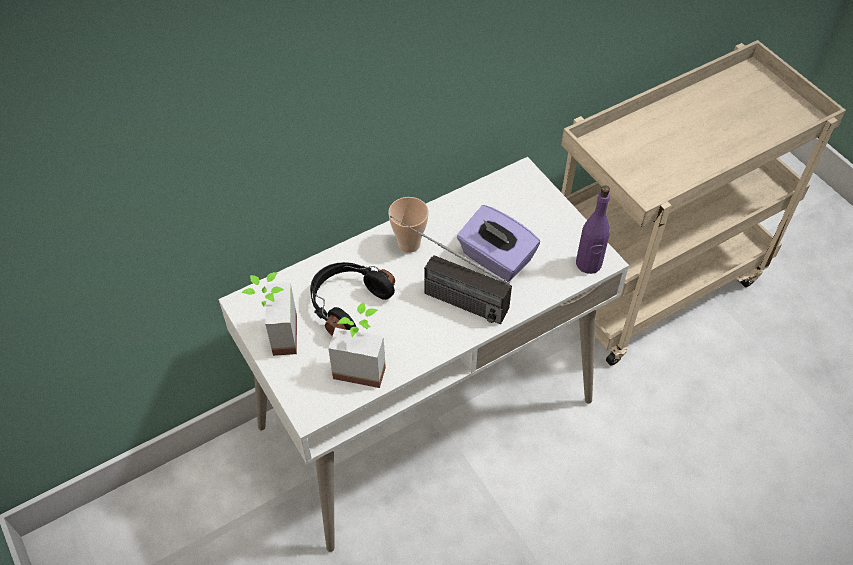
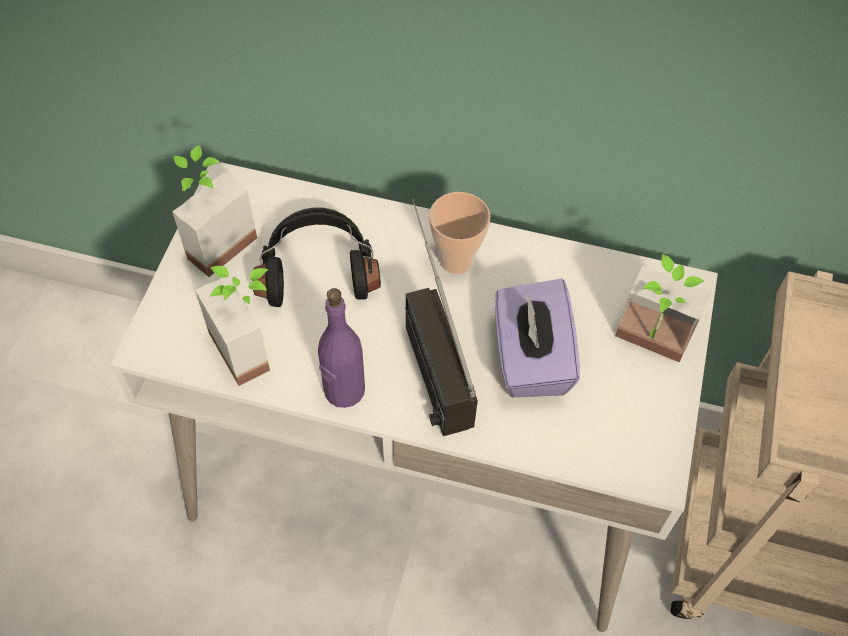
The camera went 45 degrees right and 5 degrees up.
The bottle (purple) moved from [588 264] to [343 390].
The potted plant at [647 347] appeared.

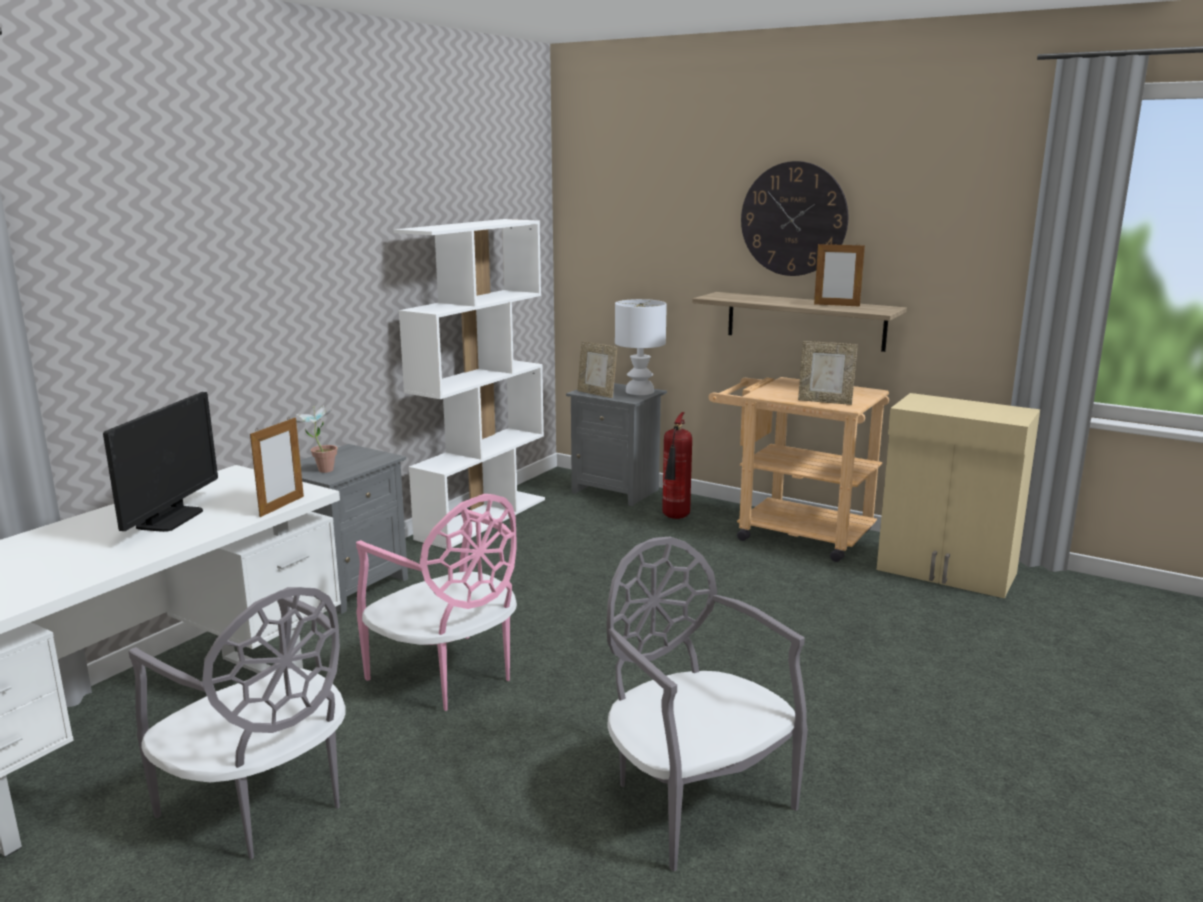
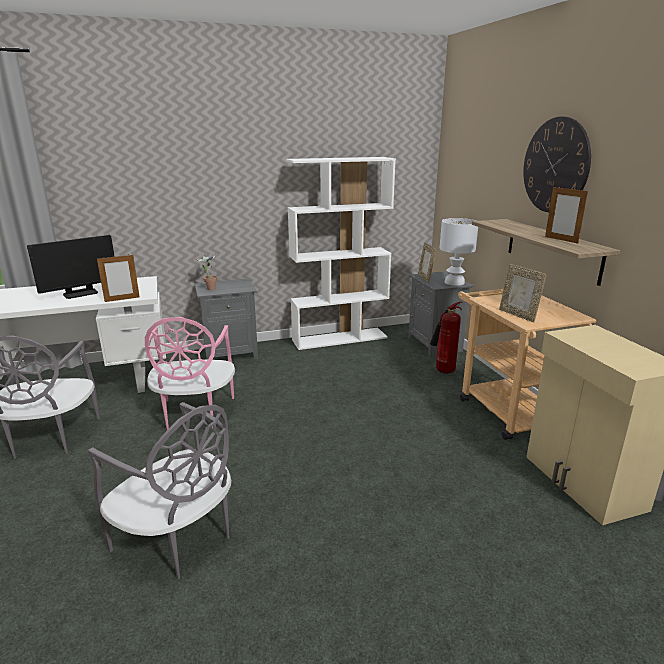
The camera went 40 degrees right and 5 degrees up.
The chair (grey) at [694 800] turned 120 degrees clockwise.

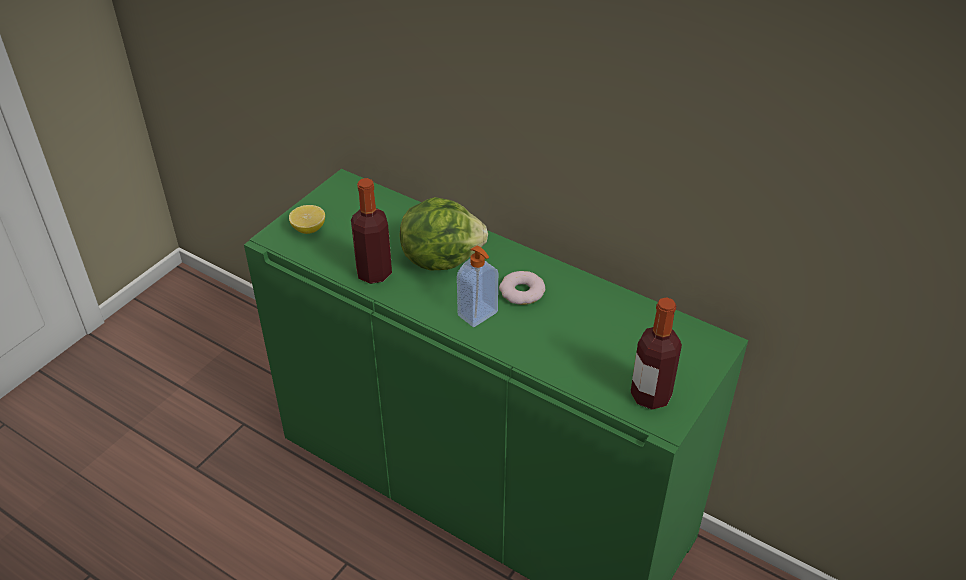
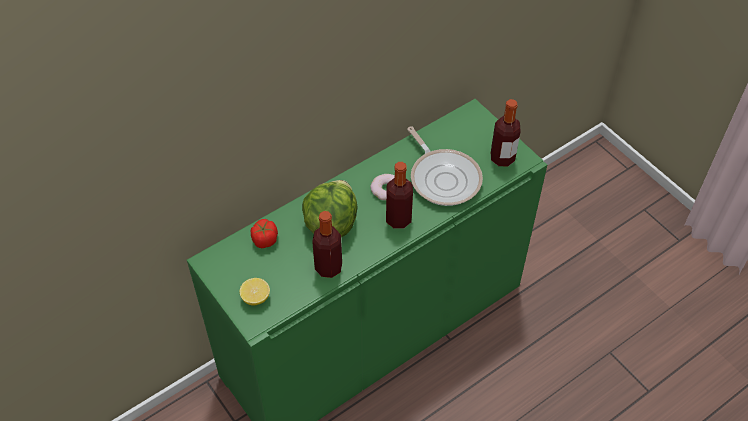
The camera went 70 degrees left and 10 degrees up.
The tomato at [265 240] appeared.
The soap dispenser at [478 315] was replaced by the bottle at [398 219].
The frying pan at [443 178] appeared.

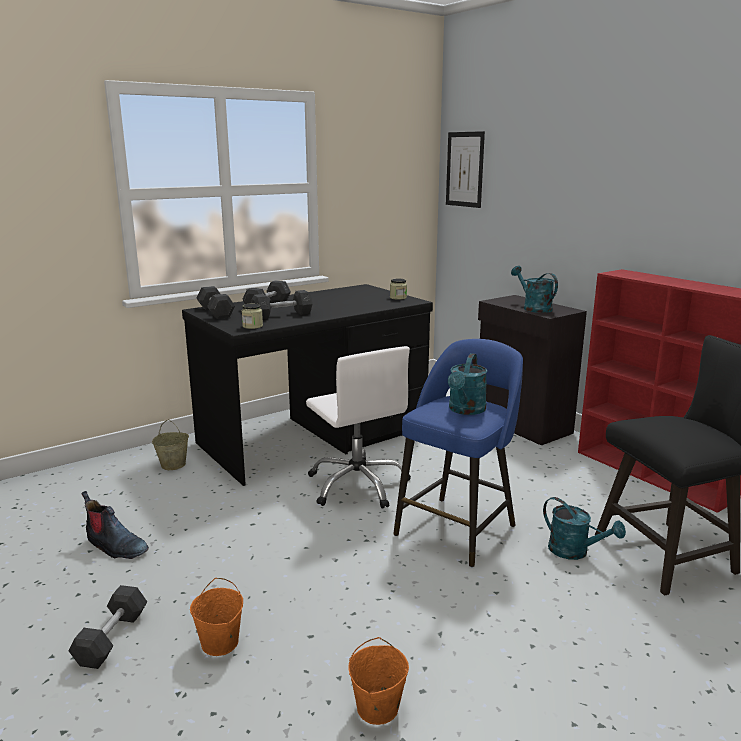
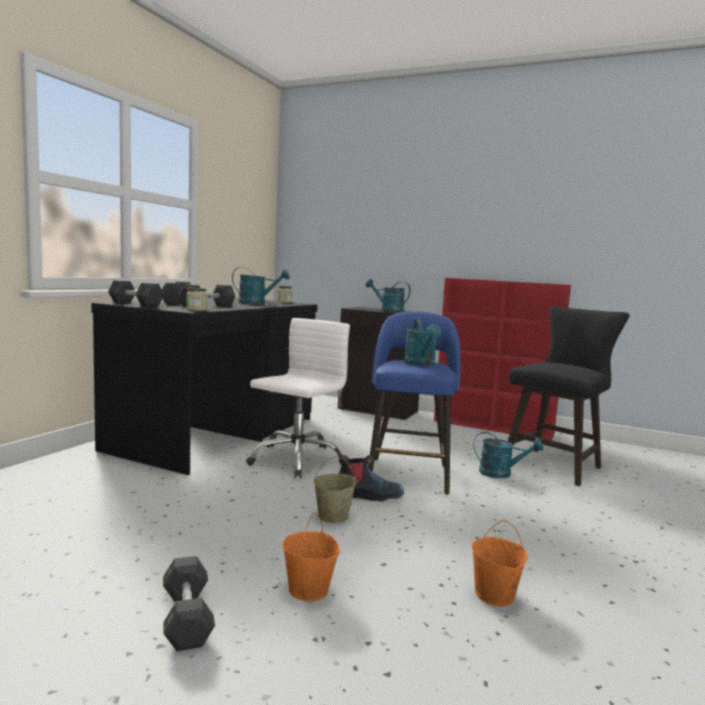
The camera went 30 degrees left and 10 degrees down.
The watering can (turquoise) at [257 303] appeared.
The office chair (white) at [358 485] turned 90 degrees counterclockwise.
The bucket (beige) moved from [174 465] to [333 516].
The boot moved from [115 546] to [368 495].
The picture at [464 169] disappeared.

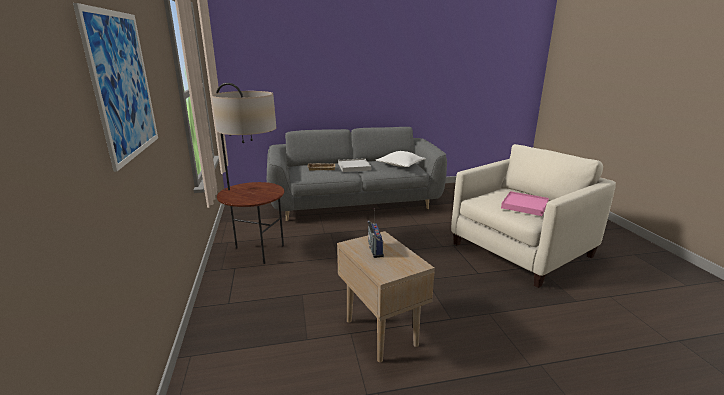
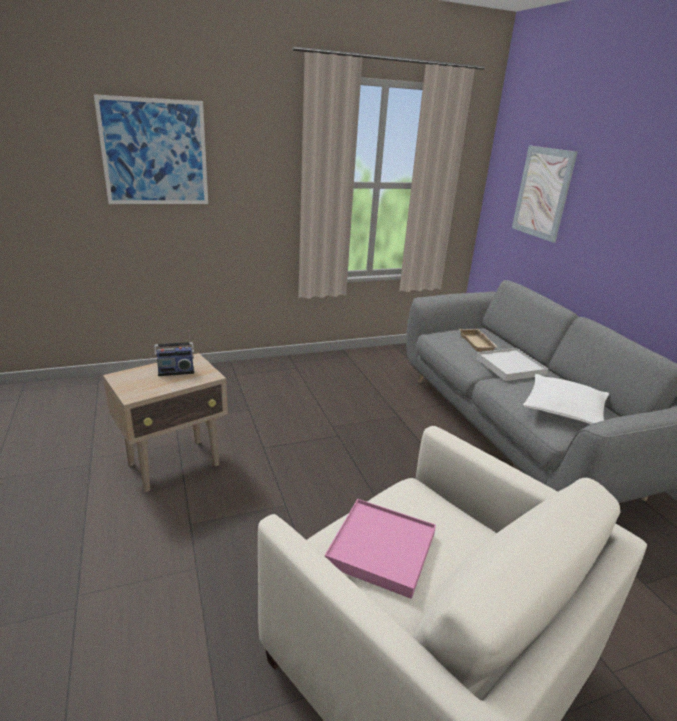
The camera went 80 degrees right and 5 degrees up.
The picture at [542 193] appeared.
The floor lamp at [257 251] disappeared.

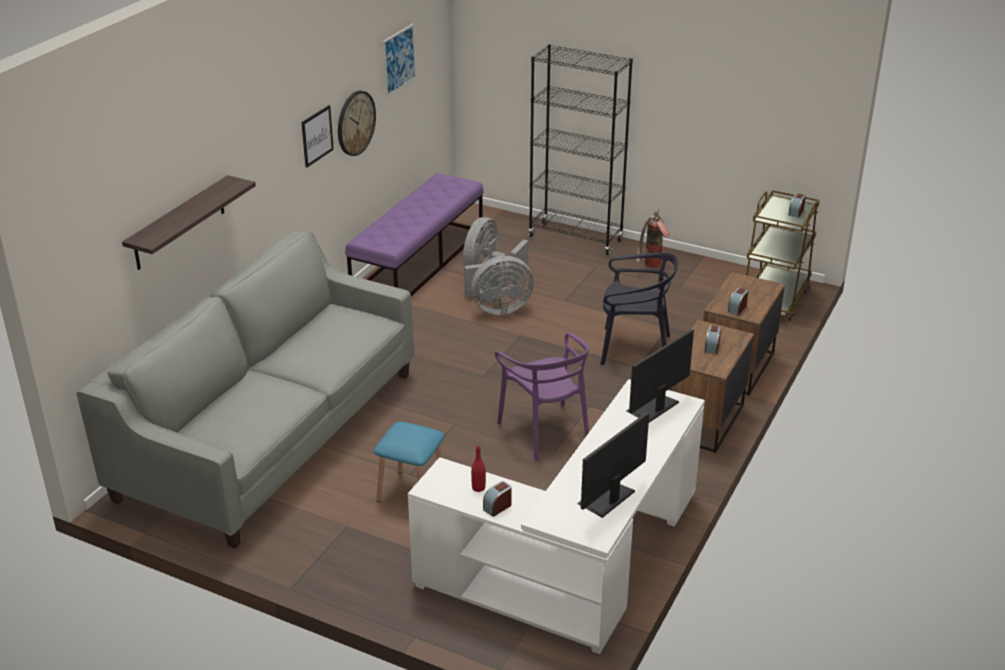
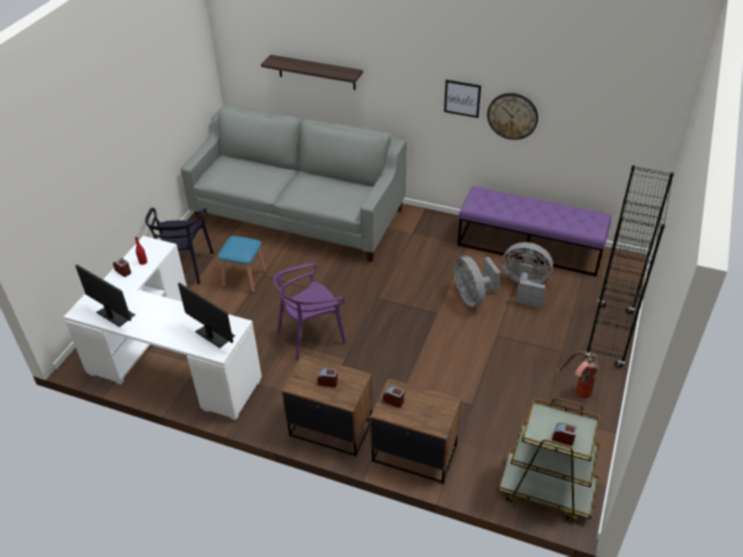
The camera went 85 degrees right and 10 degrees up.
The chair (black) moved from [634 348] to [185 267].
The picture at [399 60] disappeared.

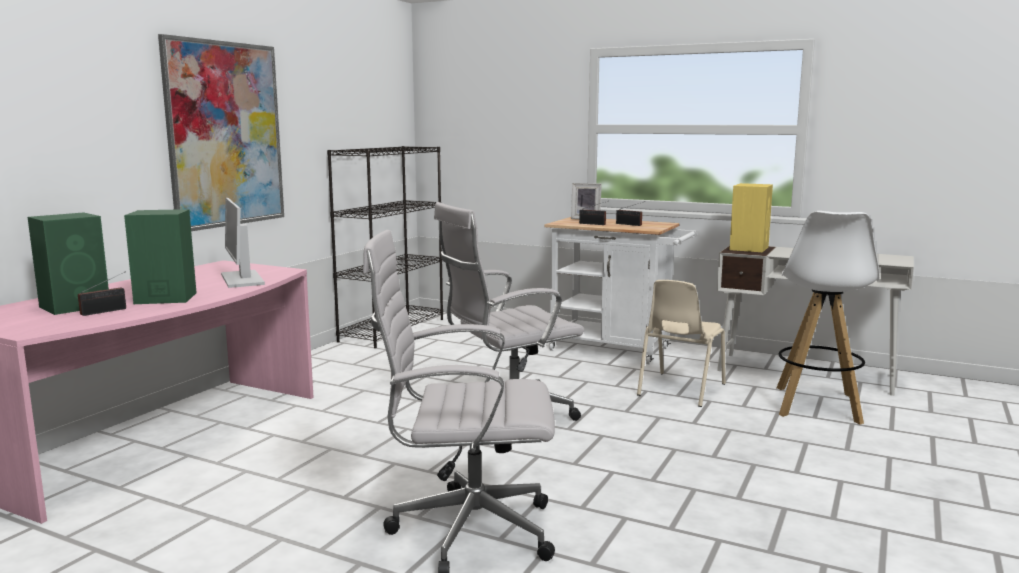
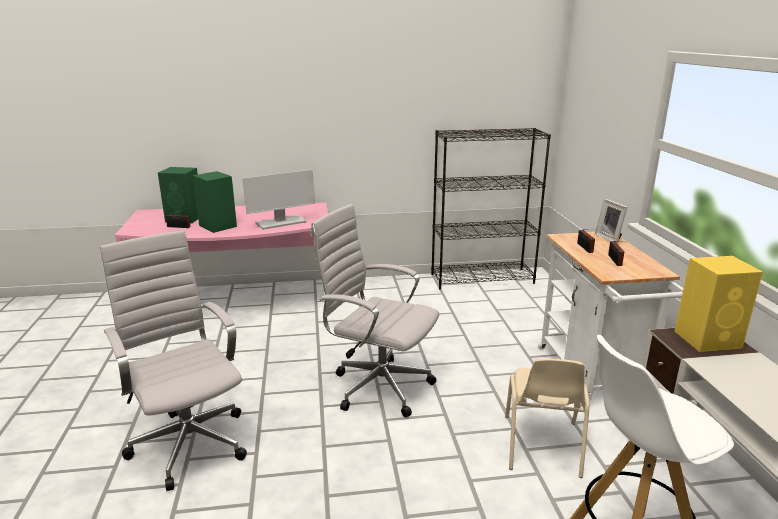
The camera went 55 degrees right and 10 degrees up.
The monitor at [241 279] turned 150 degrees counterclockwise.
The chair (beige) at [679 390] turned 75 degrees counterclockwise.
The picture at [225 134] disappeared.

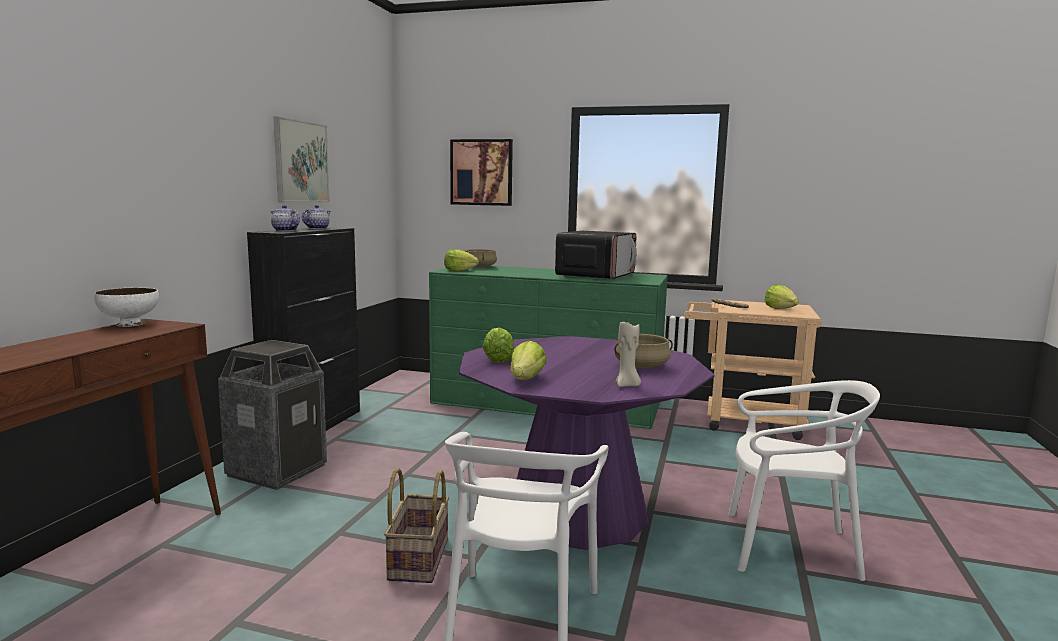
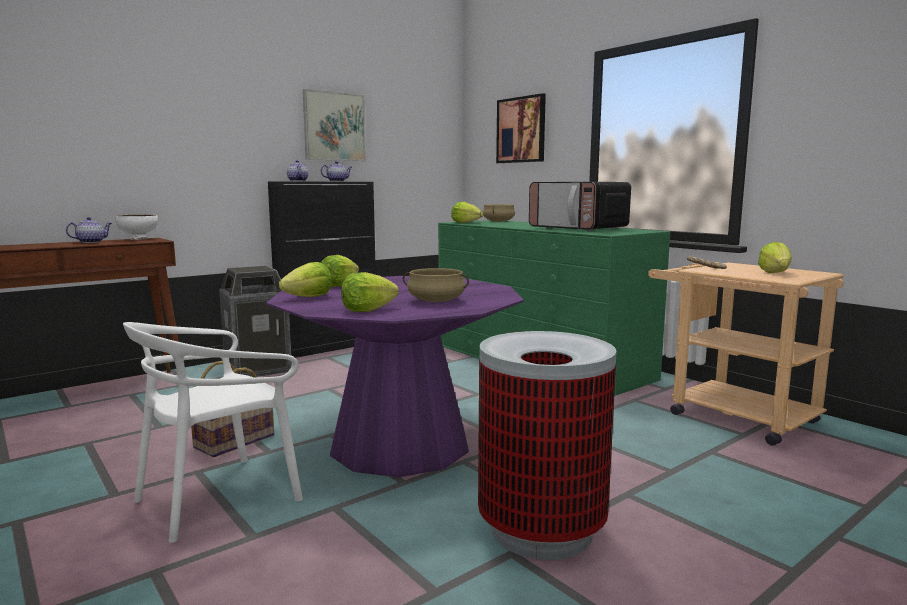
The camera went 35 degrees right and 0 degrees up.
The teapot at [91 242] appeared.
The candle (beige) at [627 385] was replaced by the lettuce at [367 310].
The chair (white) at [788 547] was replaced by the trash can at [541 530].
The microwave at [596 276] turned 75 degrees clockwise.

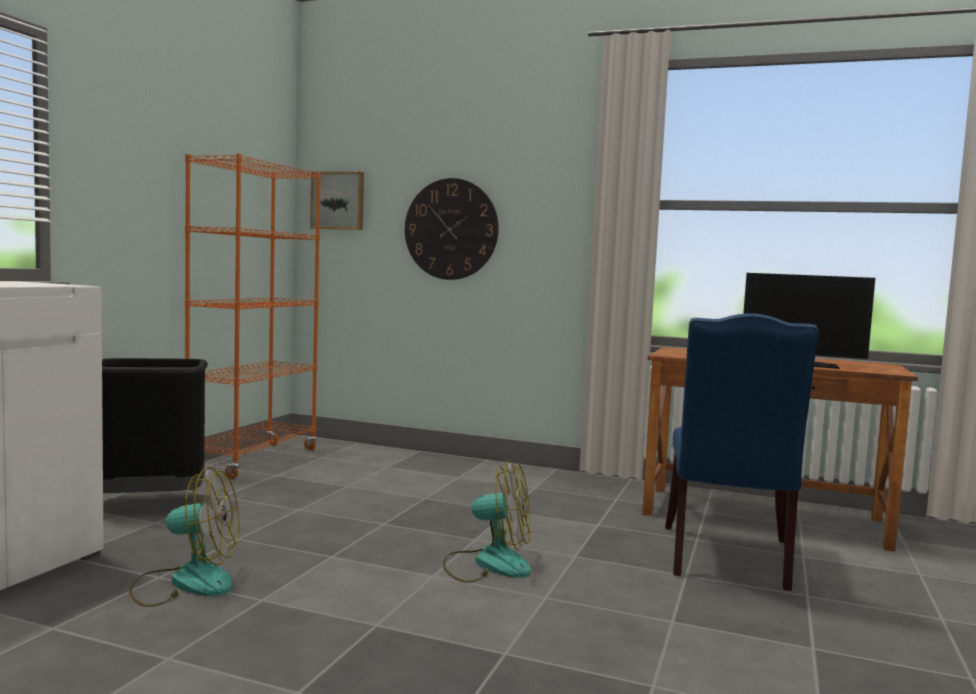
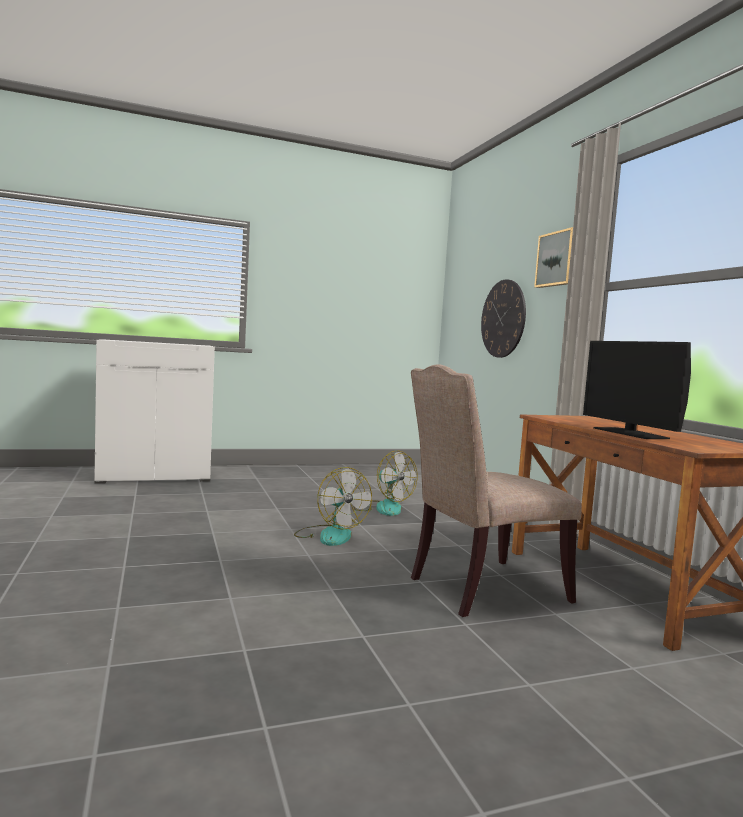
The camera went 50 degrees right and 0 degrees up.
The fan moved from [186 582] to [382 508].
The chair (blue) at [728 559] became the chair (beige) at [481 589].
The picture moved from [338 201] to [557 259].
The trash can (black) at [151 503] disappeared.
The bookcase (orange) at [254 460] disappeared.

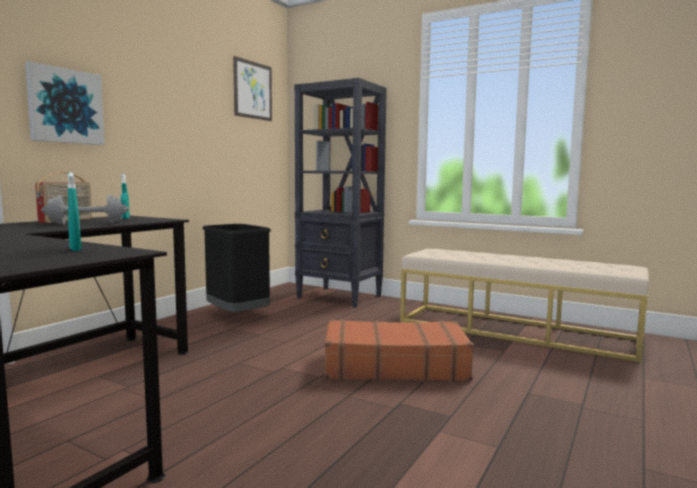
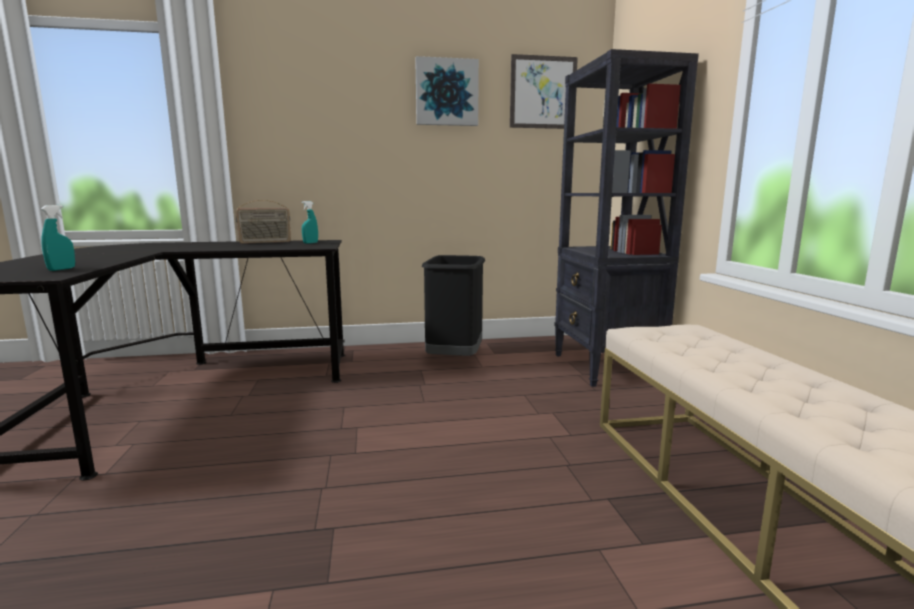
The camera went 50 degrees right and 5 degrees up.
The picture moved from [65 106] to [446 92].
The dumbbell (grey) at [87 223] disappeared.
The suitcase (brown) at [394 366] disappeared.

